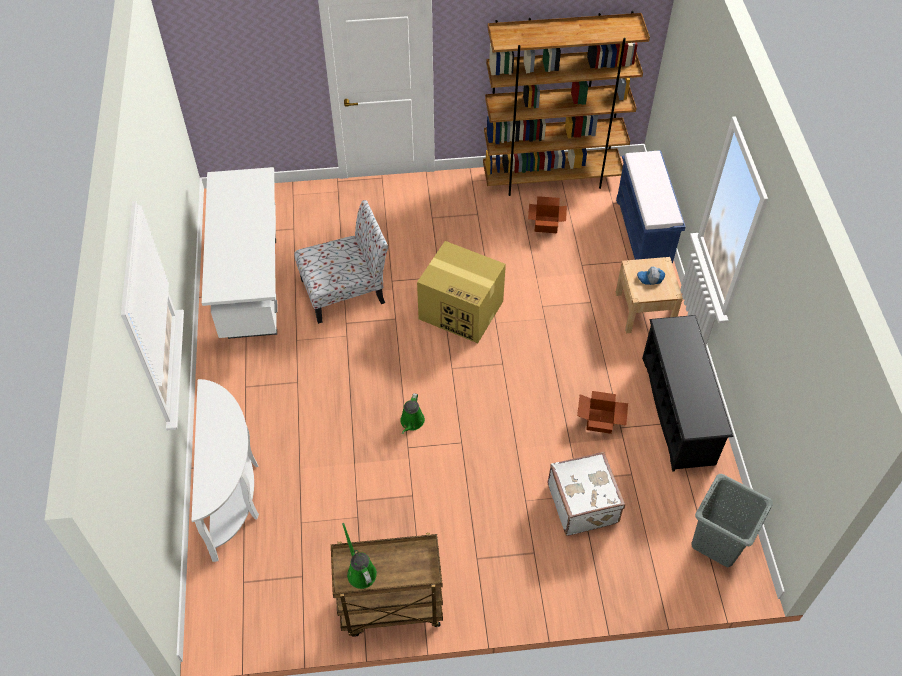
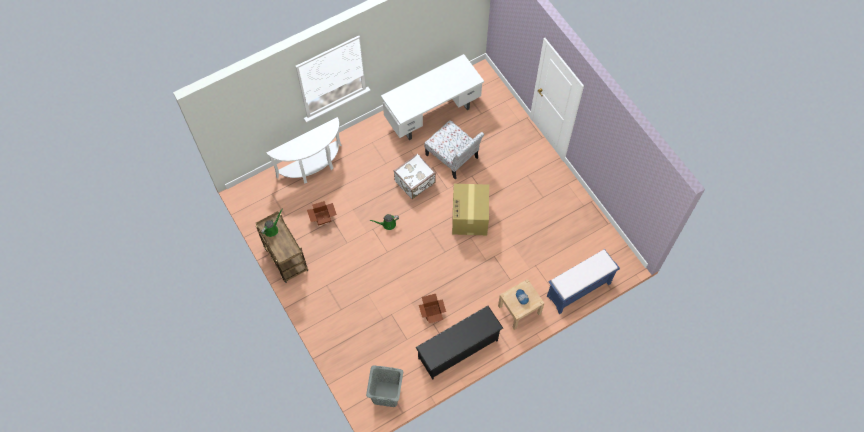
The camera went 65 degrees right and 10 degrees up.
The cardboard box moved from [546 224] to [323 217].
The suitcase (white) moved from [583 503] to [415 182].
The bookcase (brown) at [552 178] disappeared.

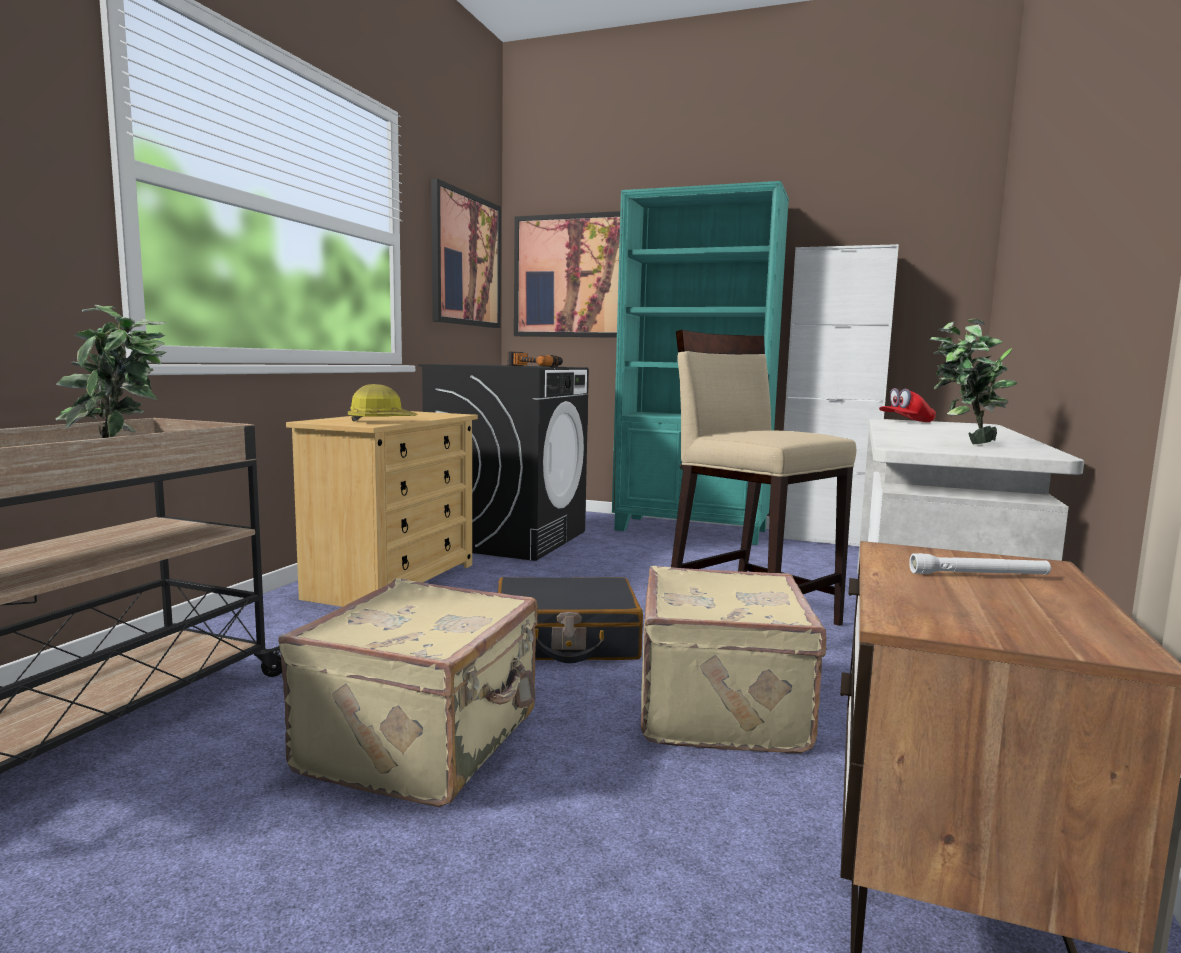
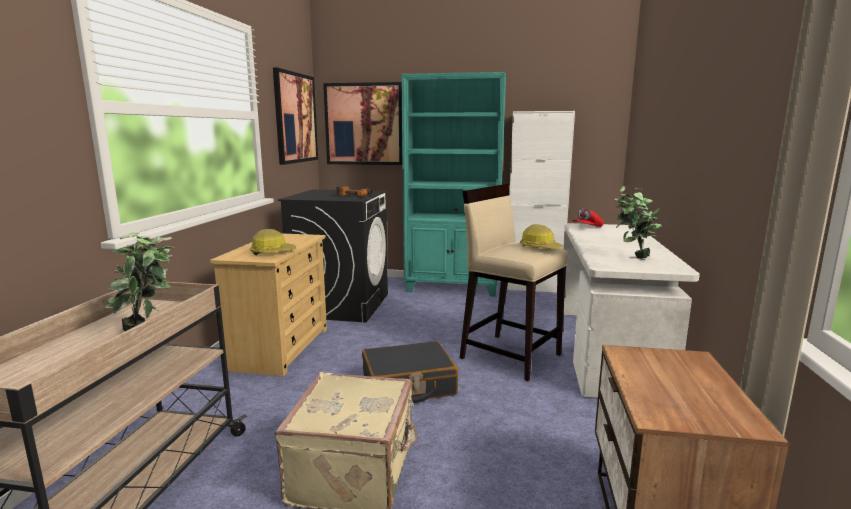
The camera went 10 degrees left and 5 degrees up.
The hard hat at [540 248] appeared.
The suitcase (beige) at [724 708] disappeared.
The flashlight (white) at [979 575] disappeared.

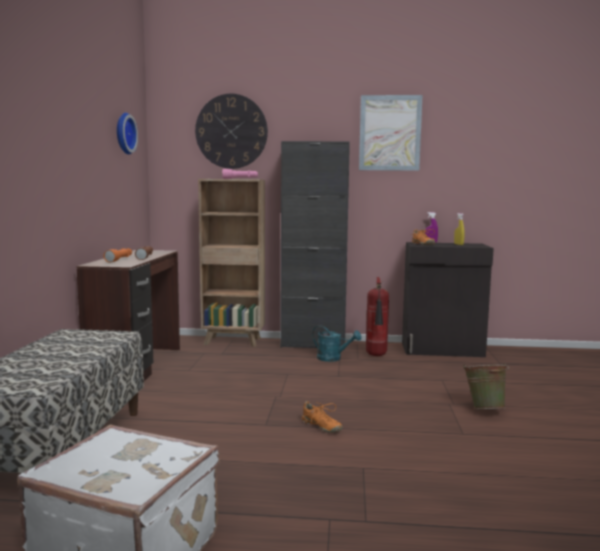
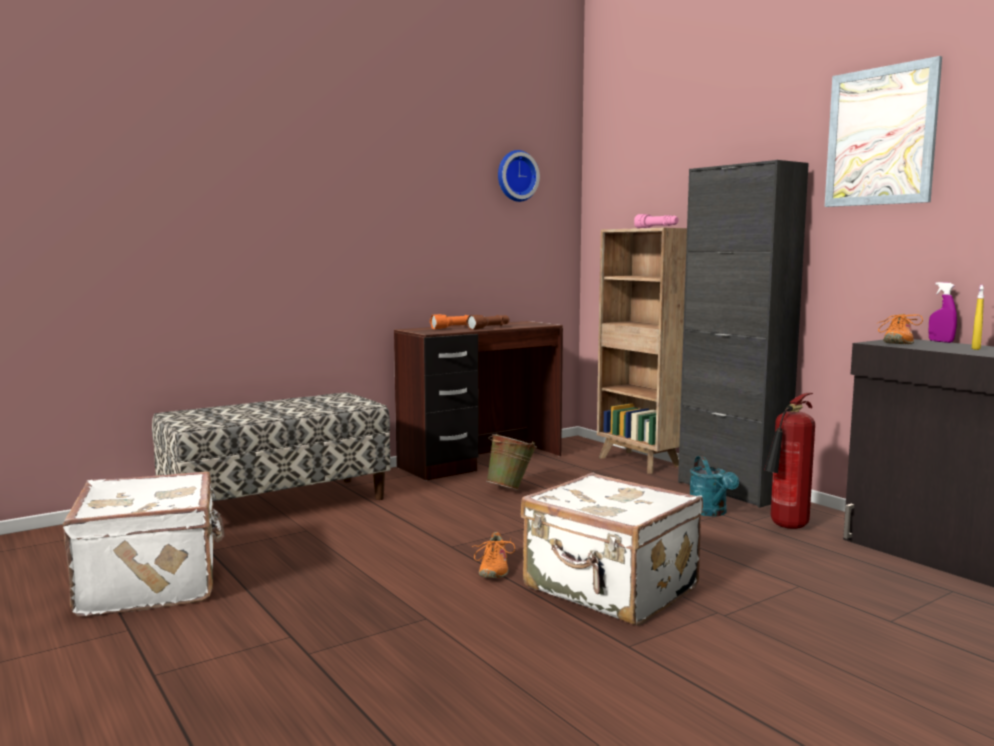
The camera went 50 degrees right and 0 degrees up.
The bucket (green) moved from [484 409] to [511 489].
The suitcase (white) at [610 590] appeared.
The wall clock at [231 131] disappeared.

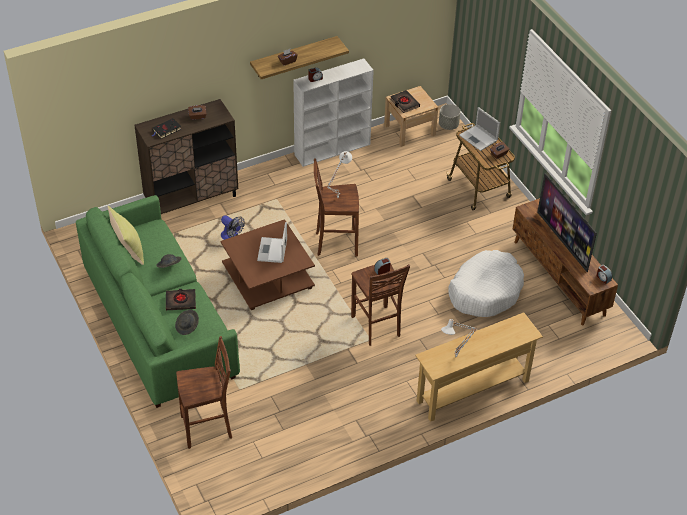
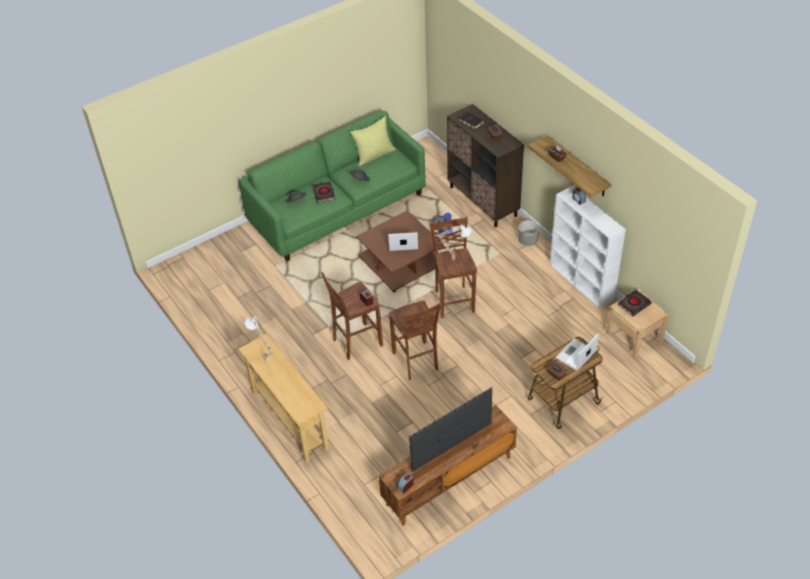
The camera went 85 degrees right and 0 degrees up.
The stool (brown) moved from [208 428] to [416 362].
The planter (grey) moved from [448 125] to [528 241].
The dog bed (white) at [485 291] disappeared.

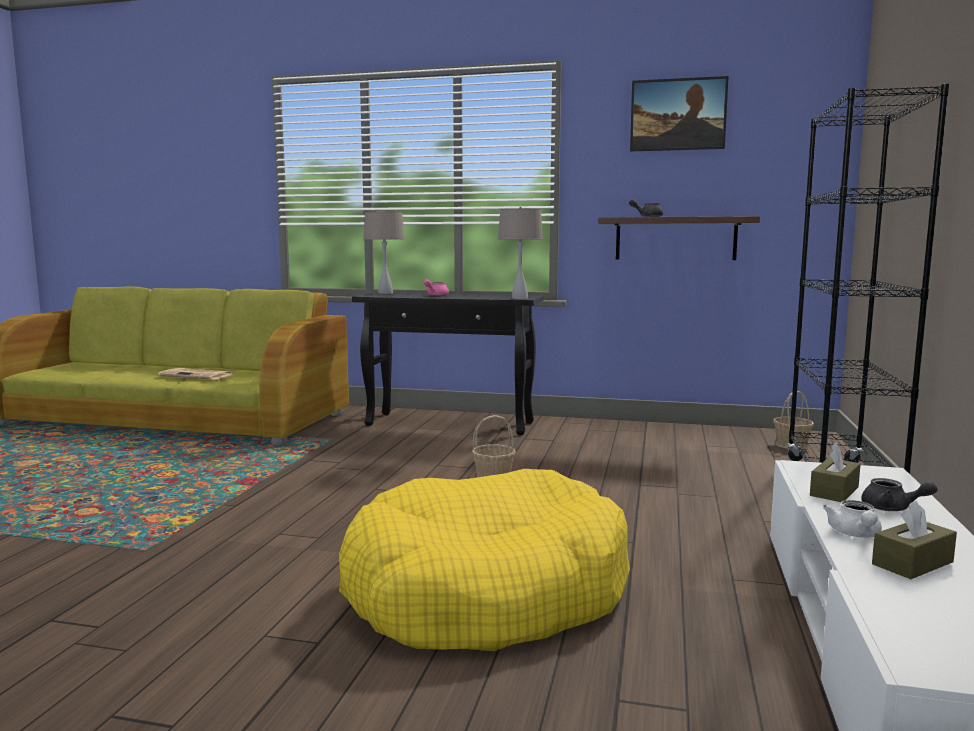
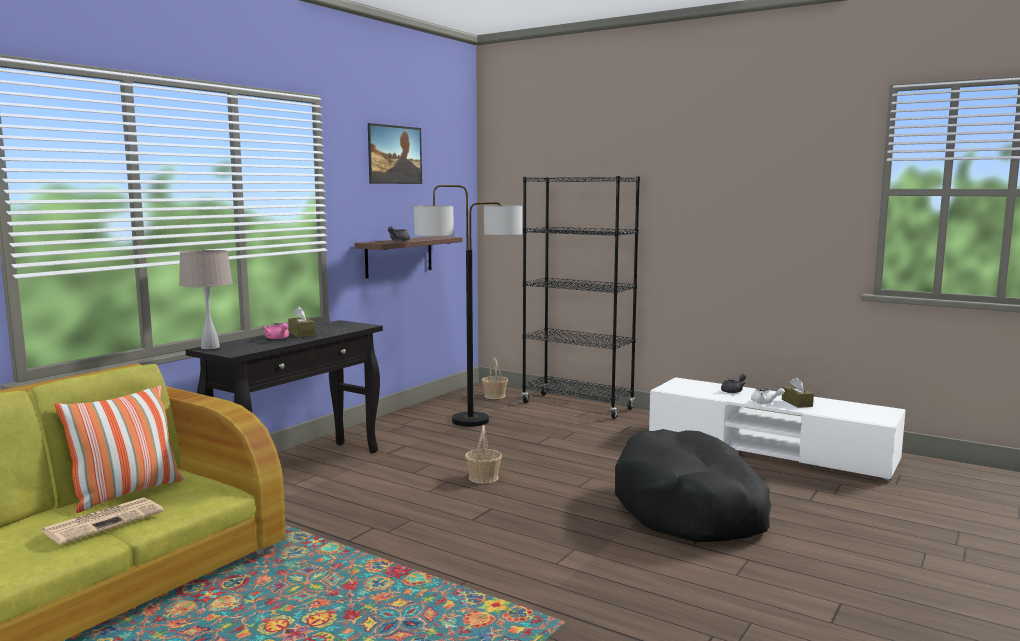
The camera went 70 degrees left and 0 degrees up.
The pillow at [126 493] appeared.
The tissue box (brown) moved from [834 491] to [302 334].
The floor lamp at [470 421] appeared.
The dog bed (yellow) at [486 591] became the dog bed (black) at [691 508].
The table lamp (beige) at [519 298] disappeared.

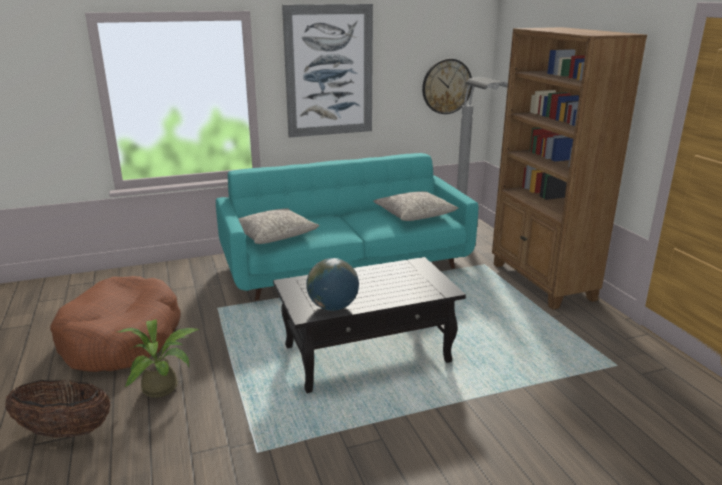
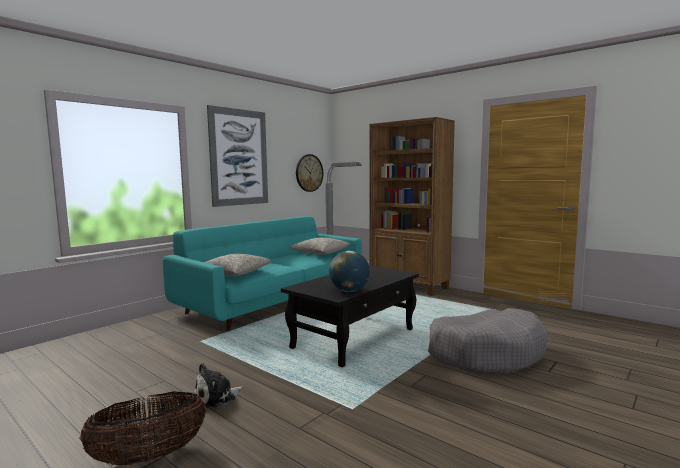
The camera went 30 degrees left and 15 degrees down.
The potted plant at [165 387] was replaced by the plush toy at [217 397].
The dog bed (grey) at [486 353] appeared.
The dog bed (brown) at [121 339] disappeared.

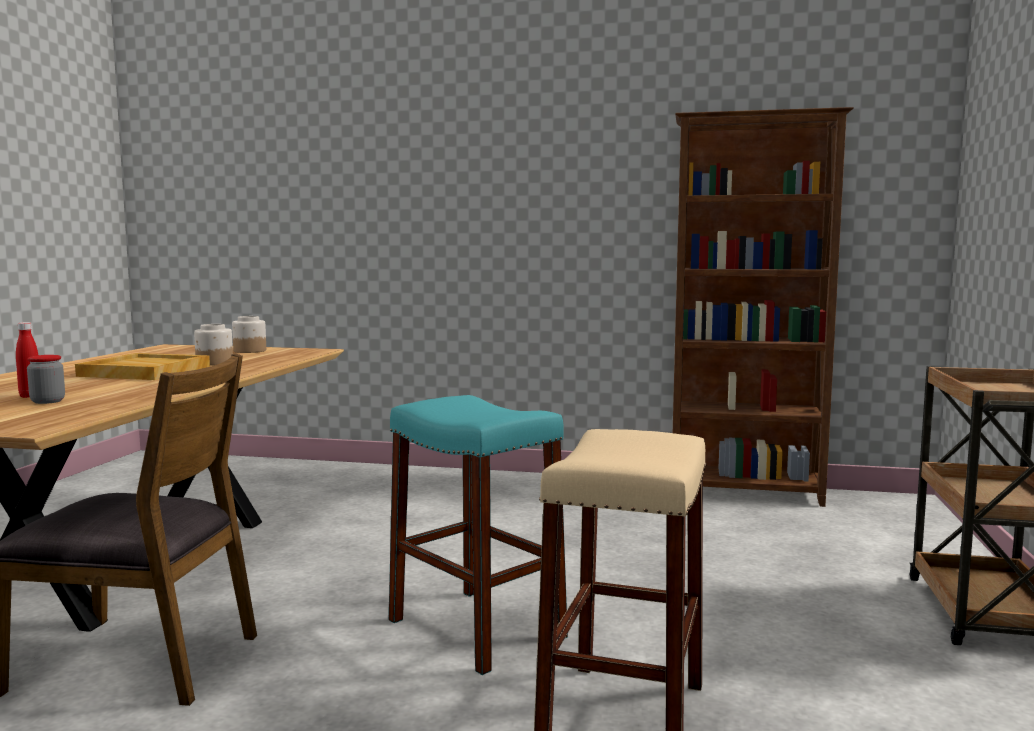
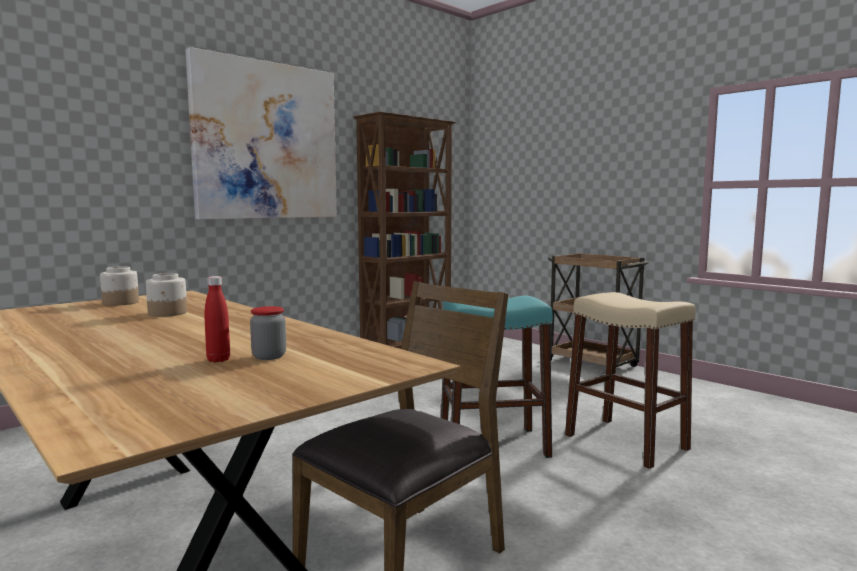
The camera went 55 degrees left and 0 degrees up.
The picture at [266 141] appeared.
The tray (beige) at [144 371] disappeared.

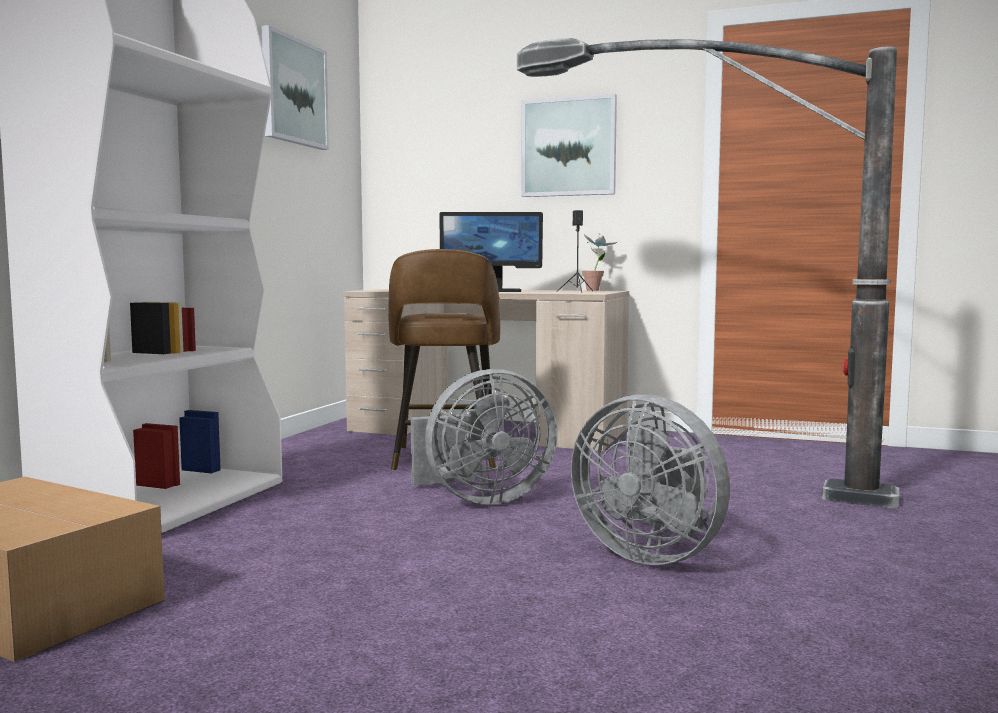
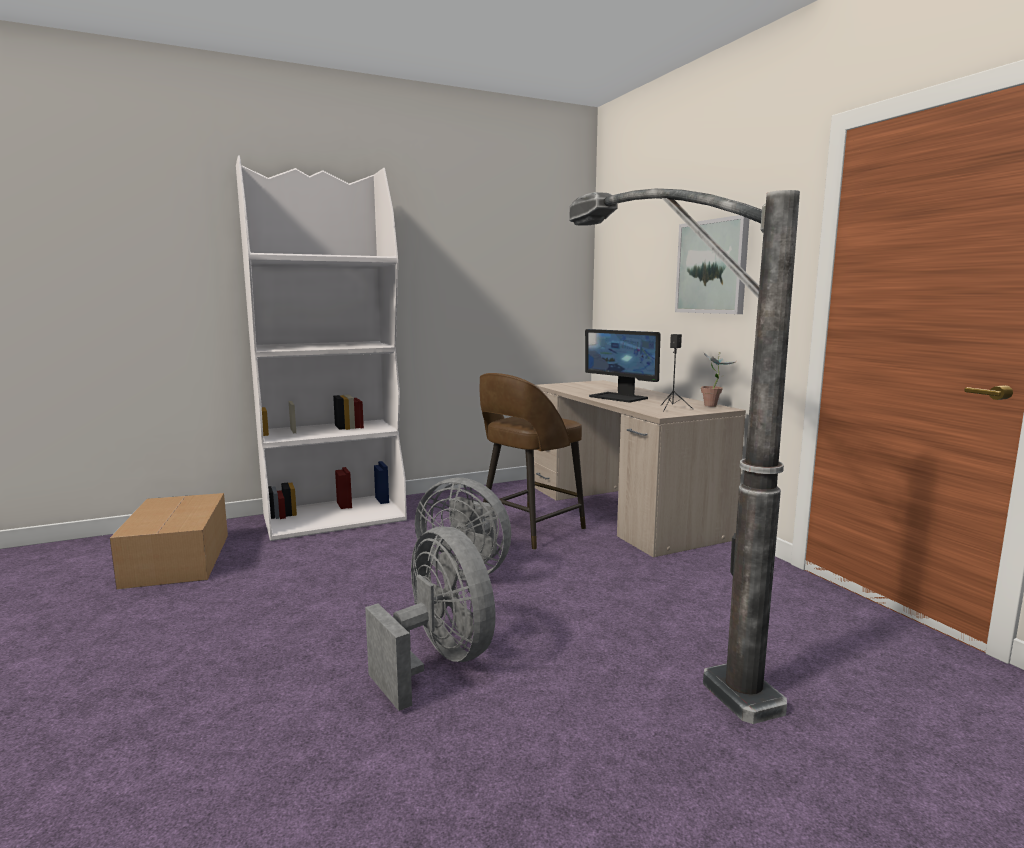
The camera went 45 degrees right and 5 degrees up.
The fan (grey) at [650 554] turned 150 degrees clockwise.
The picture at [293 91] disappeared.

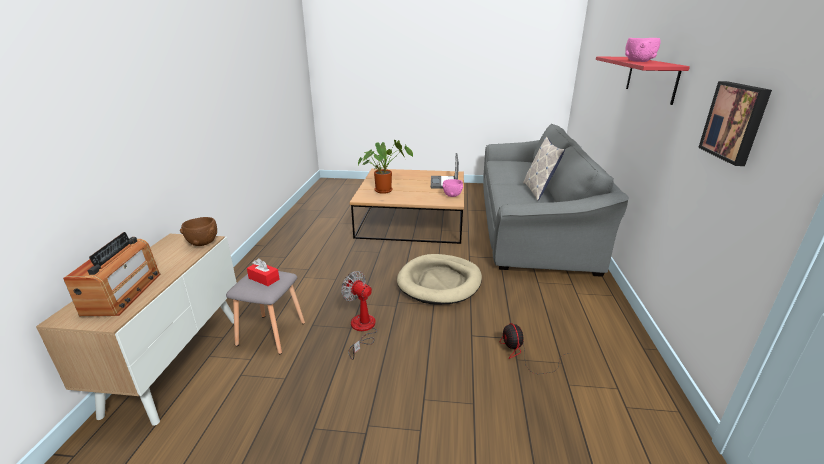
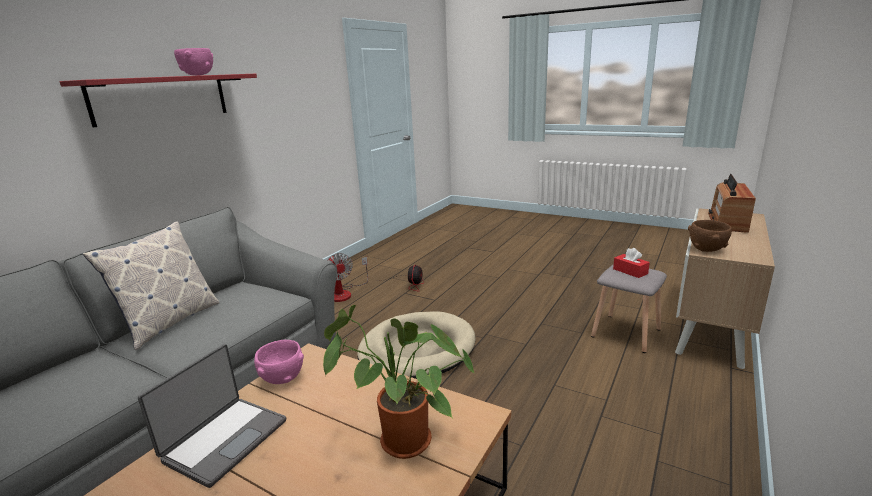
The camera went 155 degrees left and 5 degrees down.
The fan moved from [362 329] to [345 293].
The picture at [735 122] disappeared.

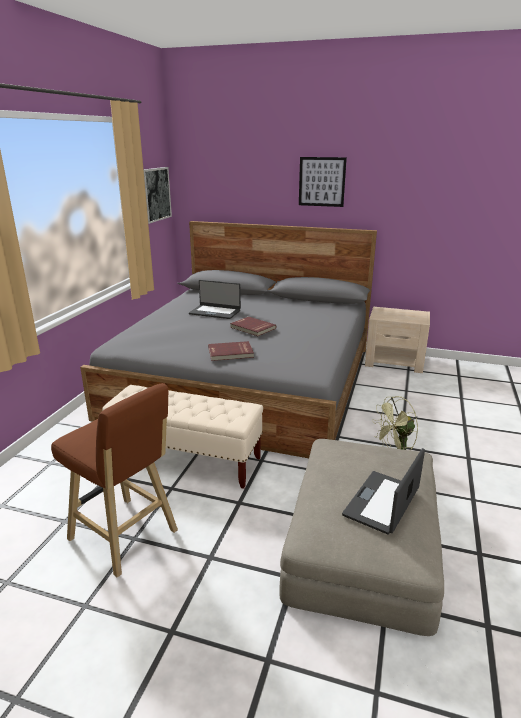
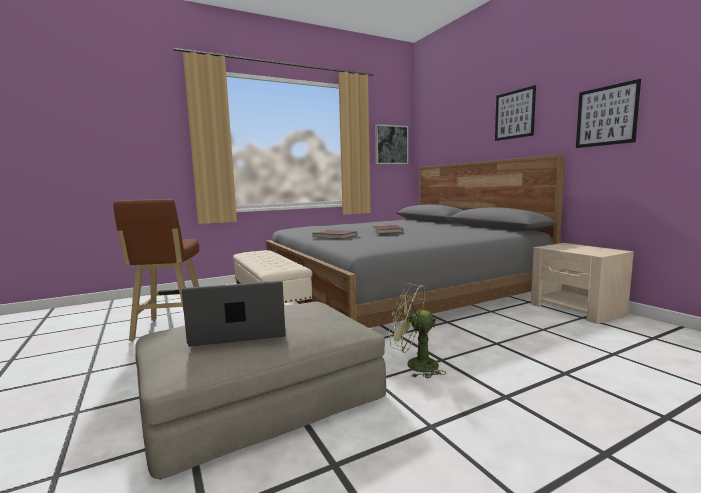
The camera went 45 degrees right and 15 degrees down.
The picture at [606 116] appeared.
The laptop at [215 312] disappeared.

